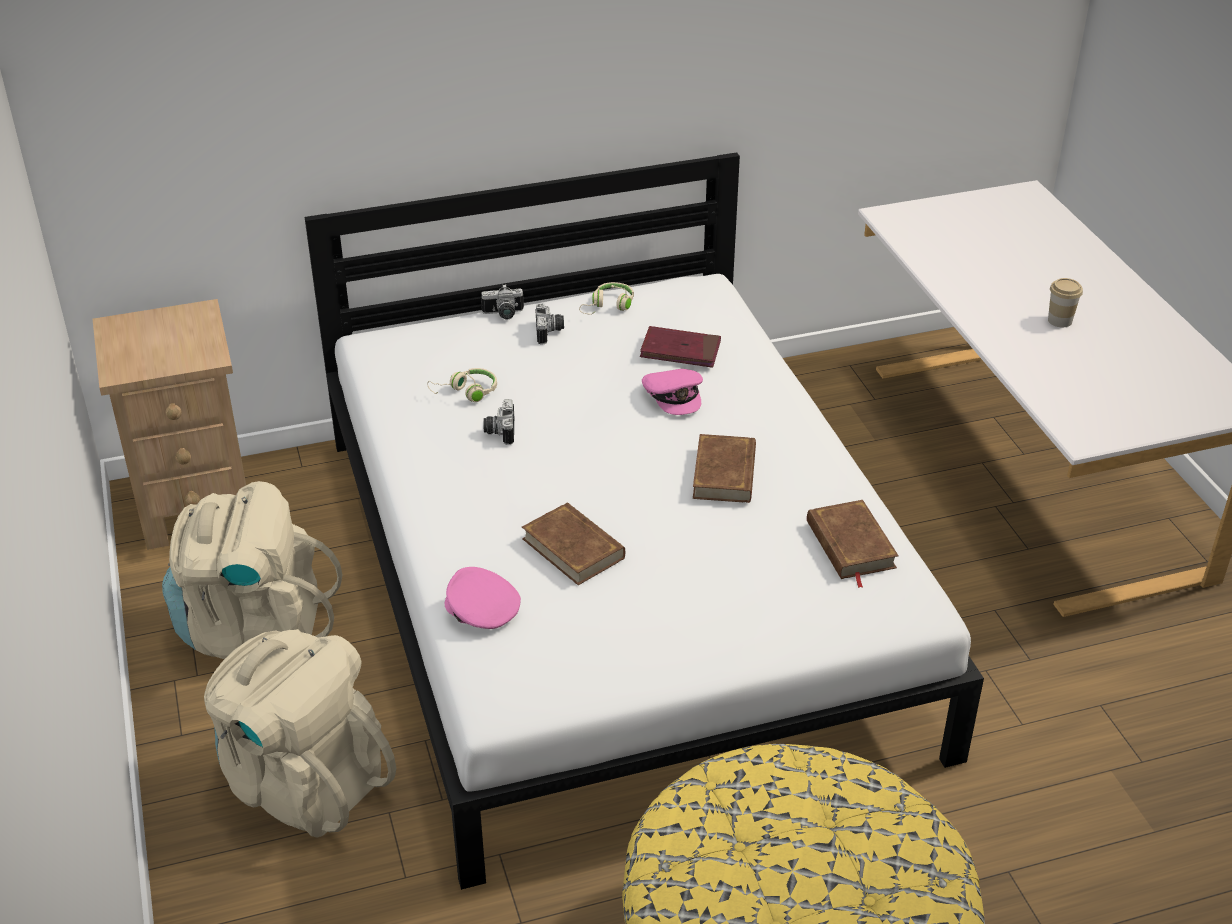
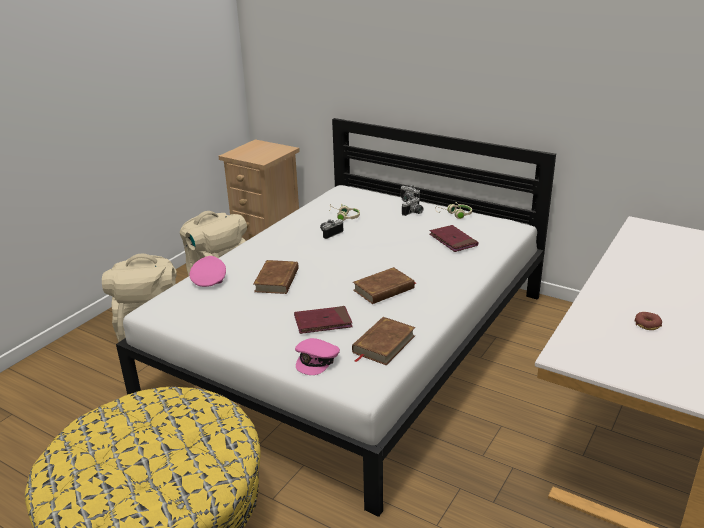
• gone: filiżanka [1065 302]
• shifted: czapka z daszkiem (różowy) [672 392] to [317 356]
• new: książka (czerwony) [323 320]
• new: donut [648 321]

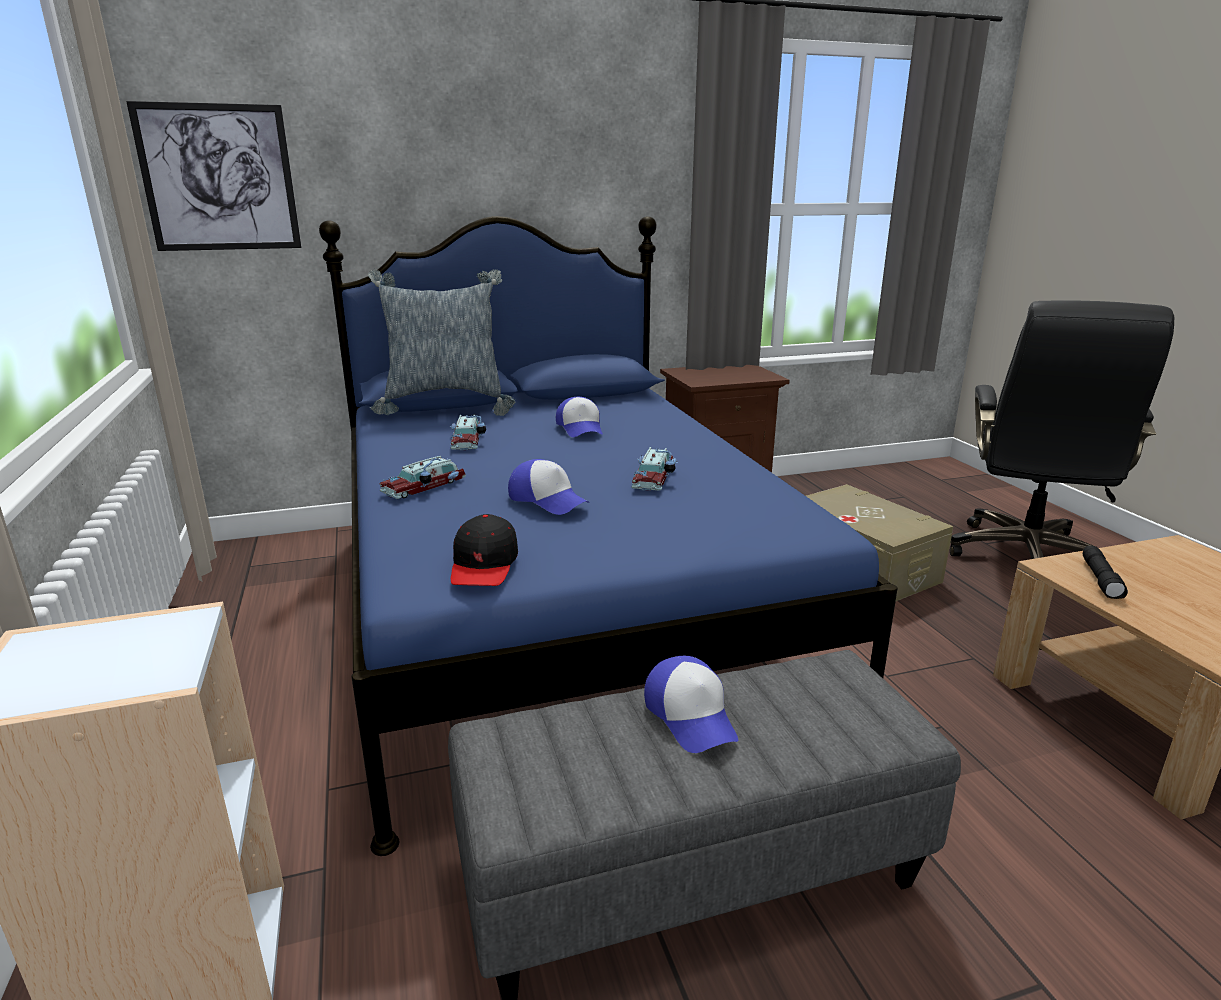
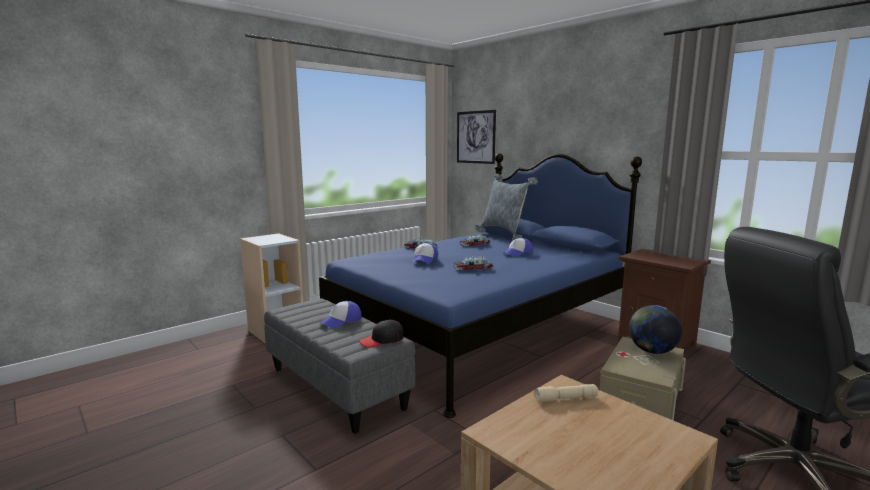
• shifted: czapka z daszkiem (czarny) [484 550] to [381 334]
• repainted: latarka (czarny) [1105 572] to latarka (beżowy) [566 393]
• new: globus [655 329]

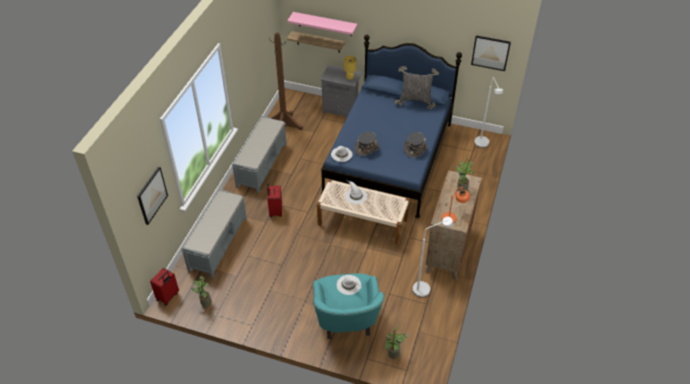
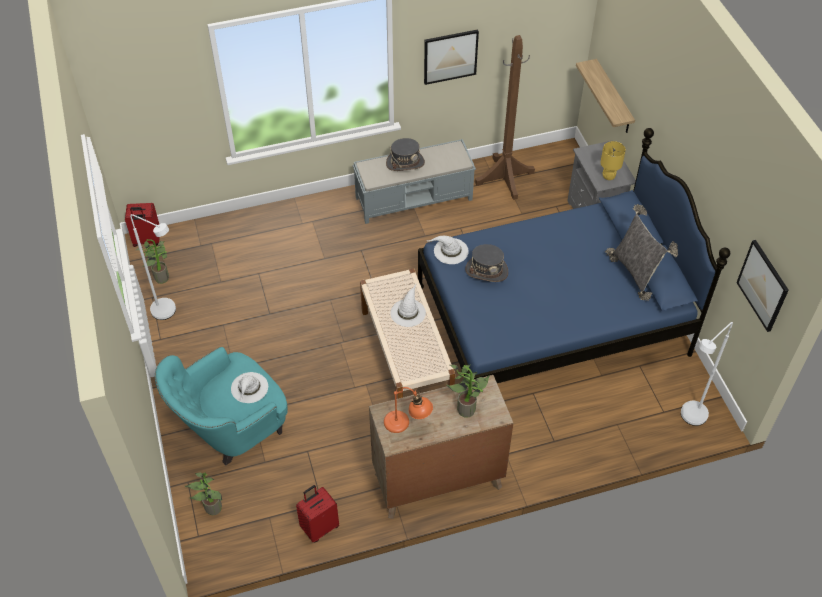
• gone: półka (różowy) [322 24]
• shifted: kapelusz (szary) [415 145] to [405 154]
• shifted: obraz [152 195] to [451 57]
• shifted: walizka (czerwony) [274 200] to [317 513]
• gone: ławka (szary) [214 233]
• shifted: lampa stojąca (biały) [433 257] to [153 267]

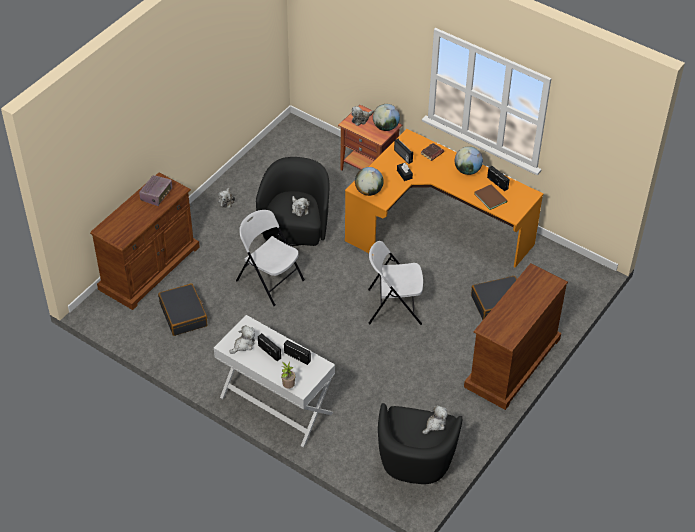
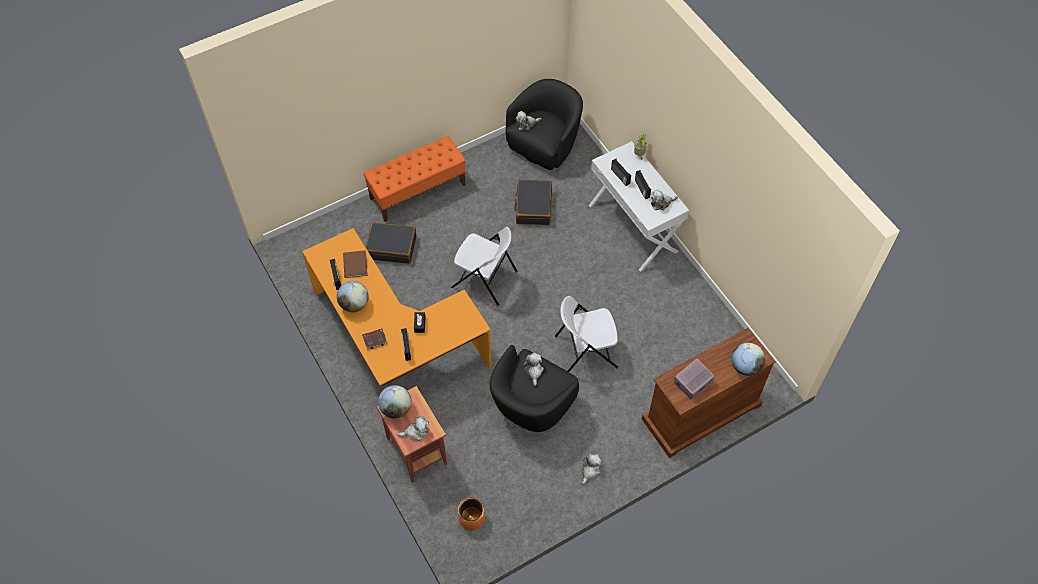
• shifted: globus [369 181] to [748 359]
• rotated: krzesło (biały) [270 258] = [586 334] 105 degrees clockwise
• swapped: komoda (brązowy) [516 336] to ławka (pomarańczowy) [414 179]
• shifted: walizka (czarny) [182 309] to [533 202]
• new: donica (pomarańczowy) [471 513]

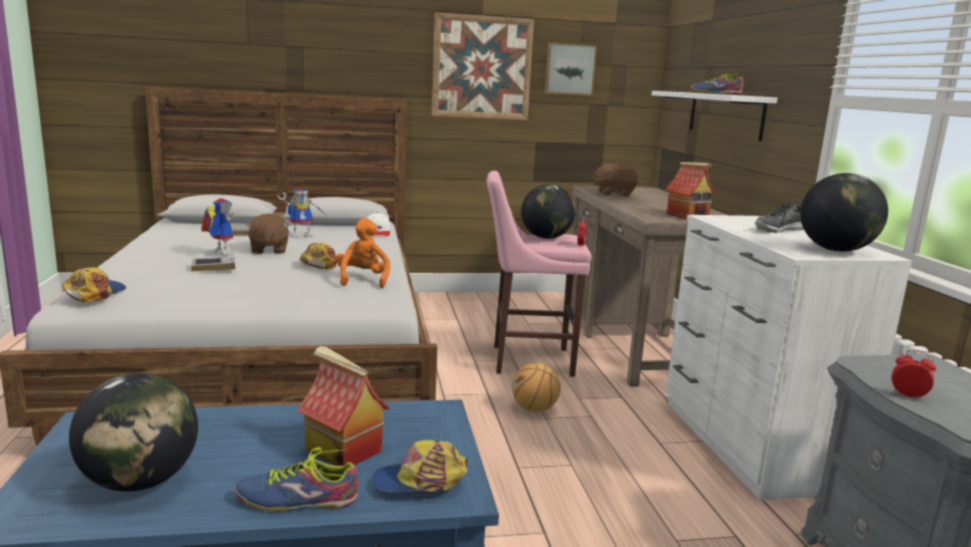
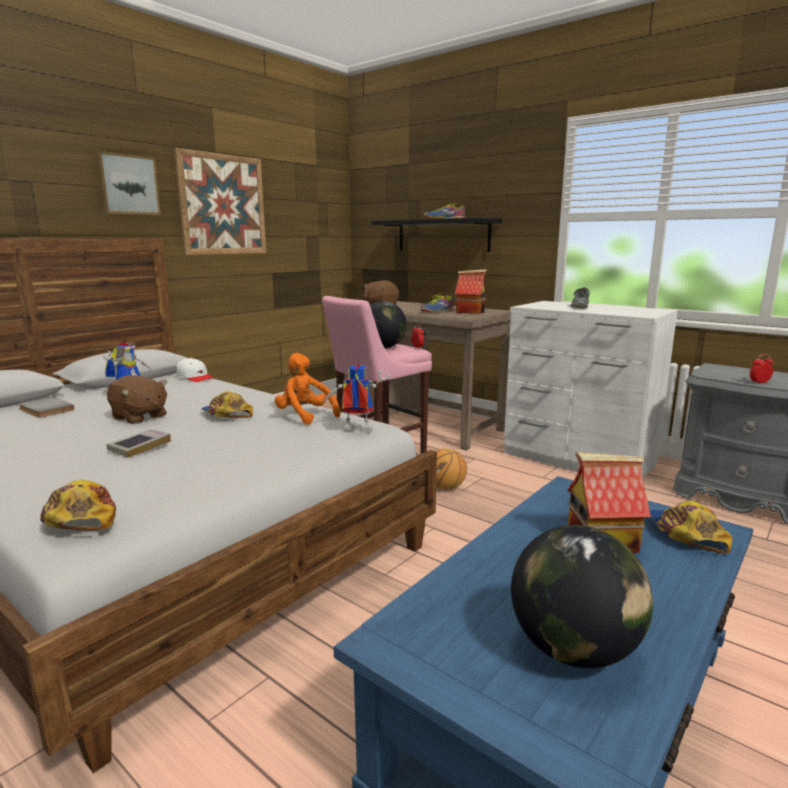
• shifted: obraz [571 68] to [128 183]
• repainted: półka (biały) [714 116] to półka (czarny) [437 235]
• gone: globus [844 212]
• shifted: robot zabawkowy [218 227] to [355 397]
• rotated: czapka z daszkiem [420 466] = [690 527] 135 degrees clockwise
• shifted: but [296 479] to [436 303]

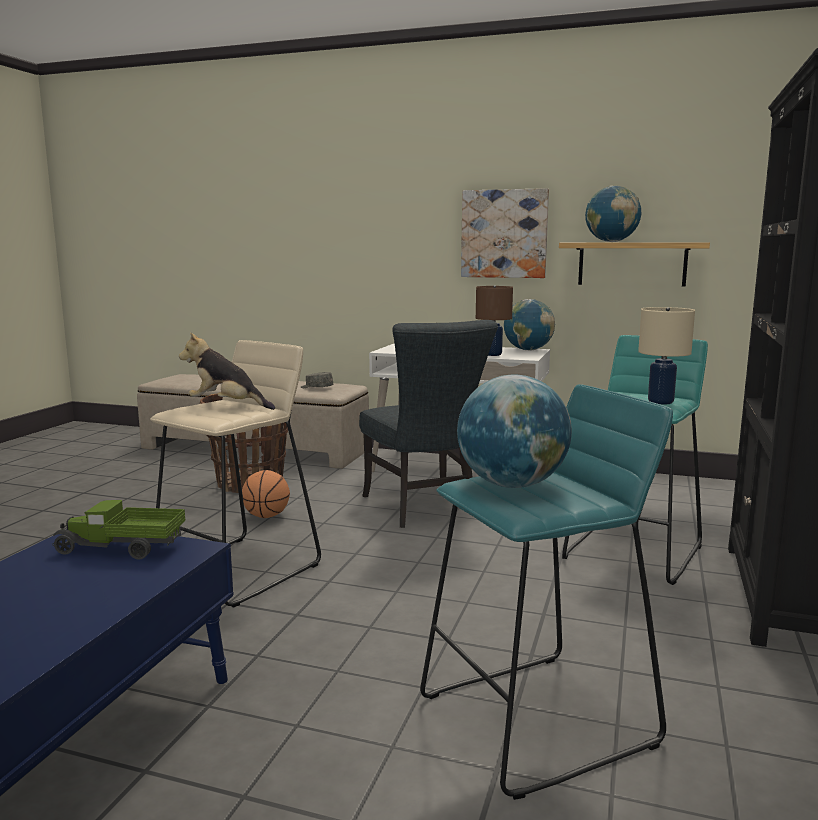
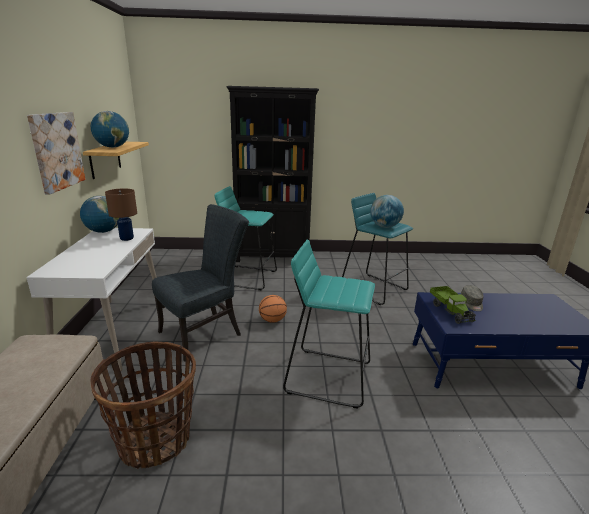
• gone: lampa stołowa (beżowy) [666 356]
• gone: pluszak [227 371]
• repainted: stołek (beżowy) [235 474] to stołek (turkusowy) [329 323]
• shifted: czapka z daszkiem (szary) [317 380] to [472 298]
• shifted: piłka do koszykówki [266 494] to [273 309]

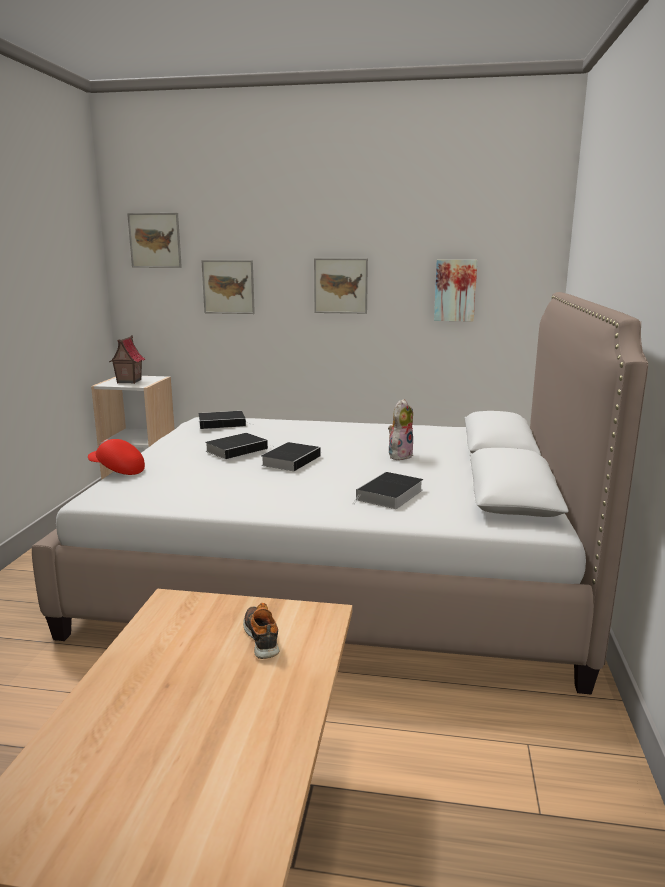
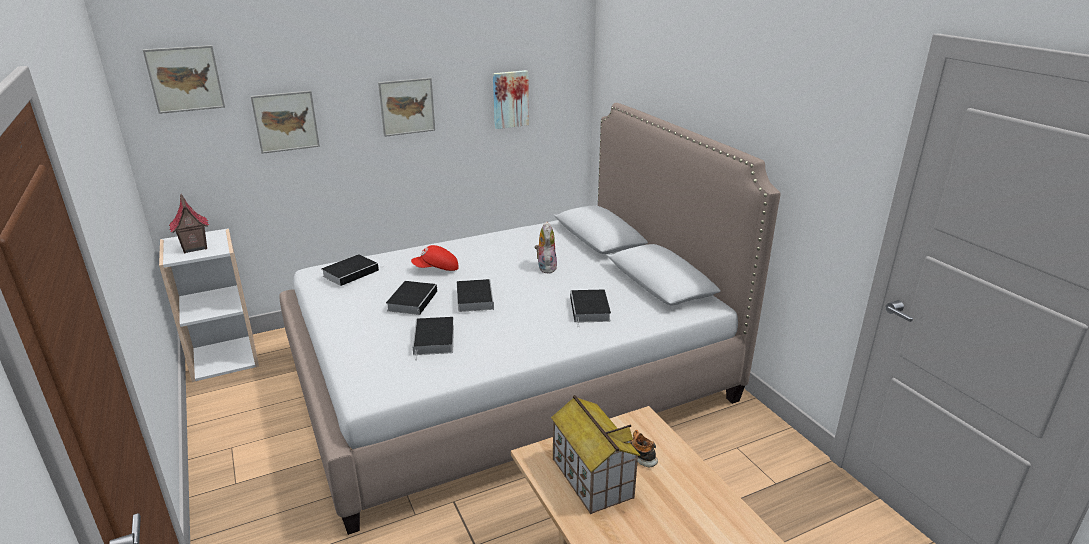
• shifted: czapka z daszkiem (czerwony) [116 457] to [435 258]
• new: książka [433 339]
• new: domek [595 454]

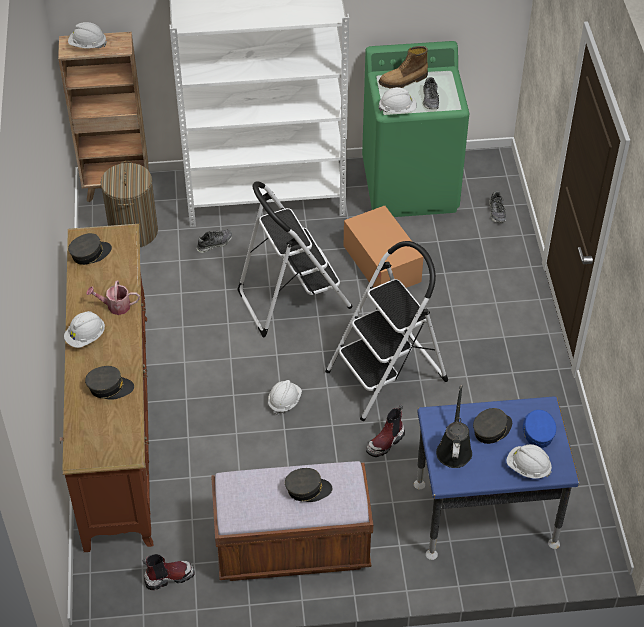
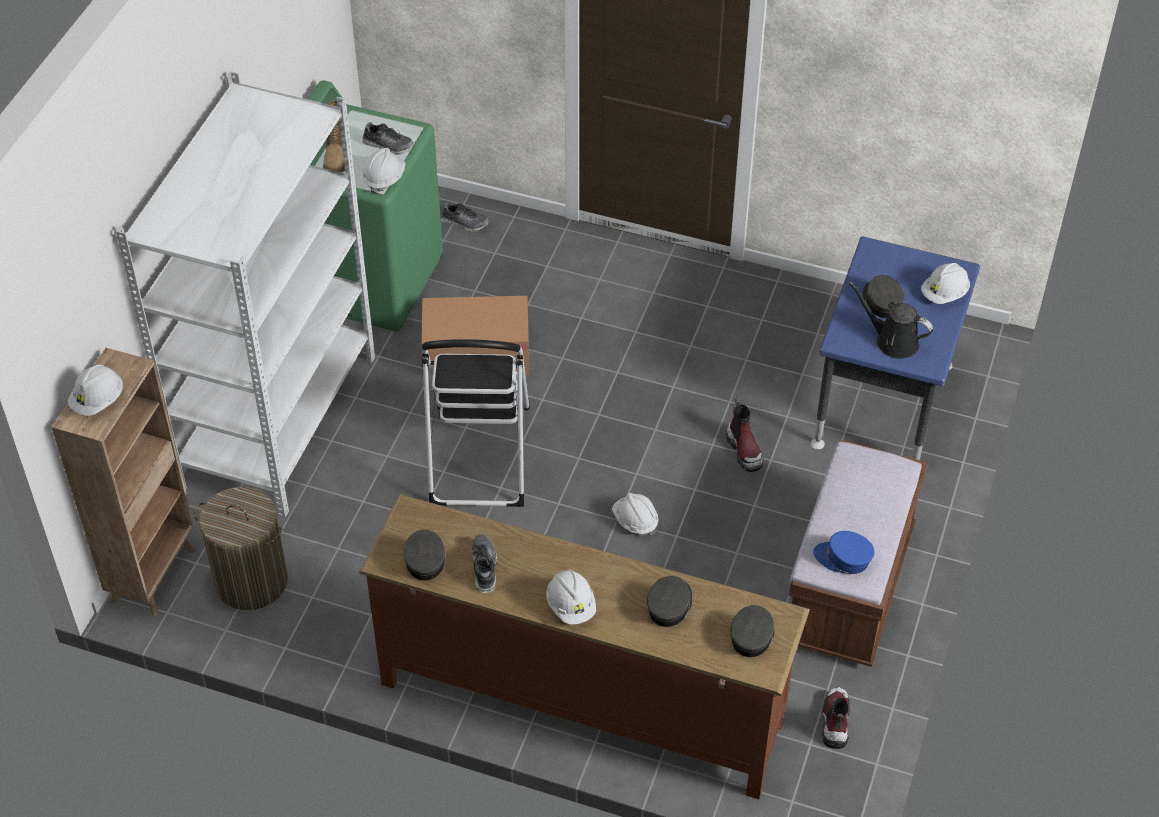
• shifted: but [214 241] to [485 563]
• gone: drabinka [386 331]
• gone: konewka [113 297]
• shifted: czapka z daszkiem (niebieski) [539 429] to [844 552]
• shifted: czapka z daszkiem (szary) [308 485] to [752 631]

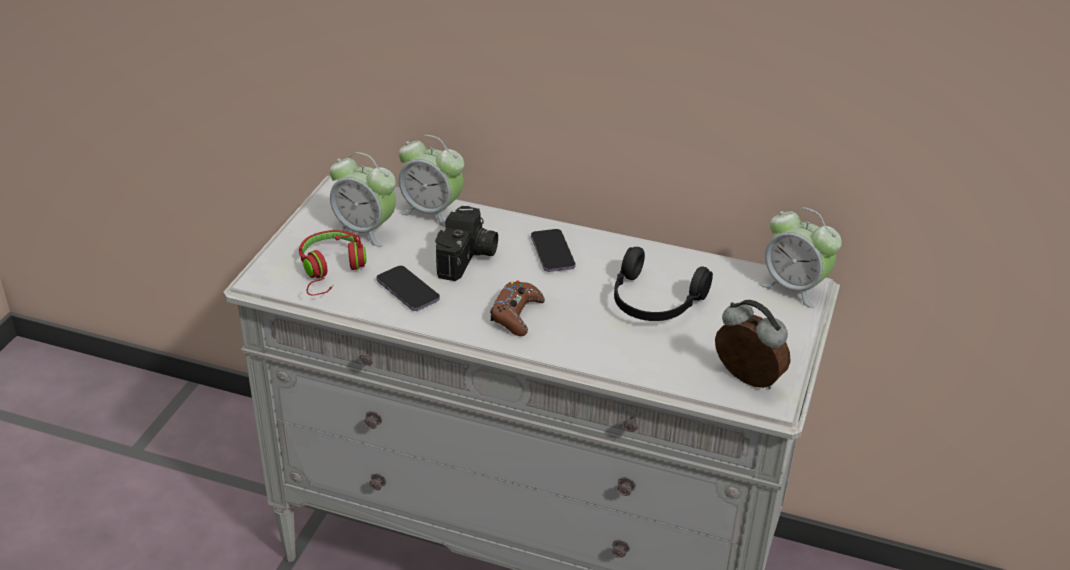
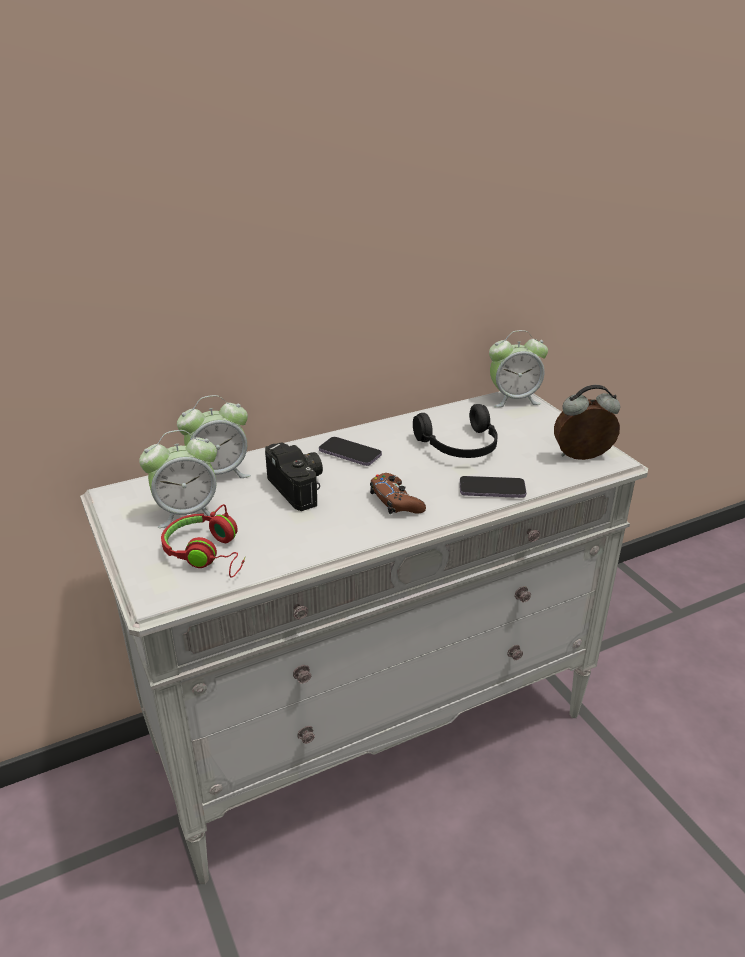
• shifted: telefon [408 288] to [493 487]

